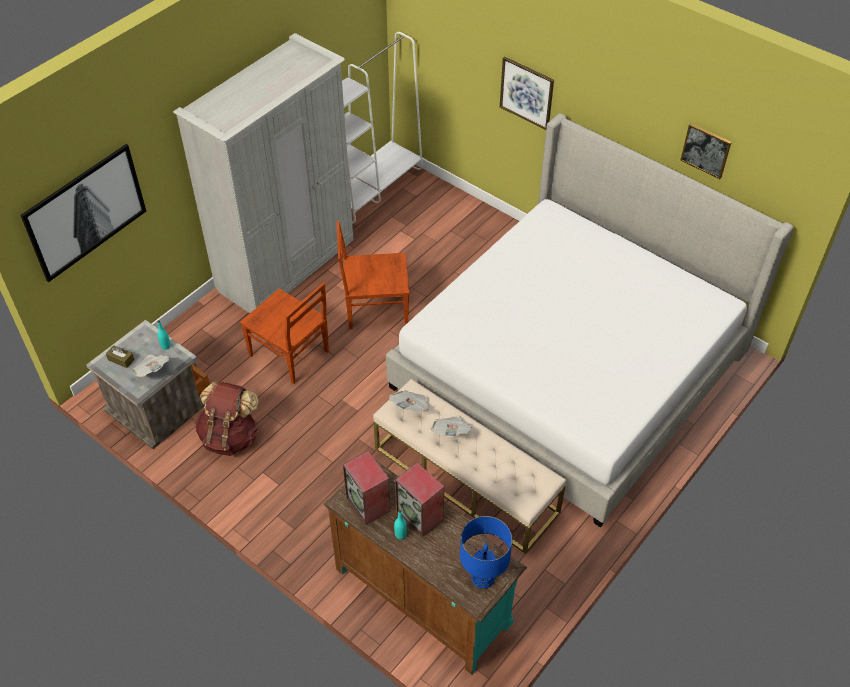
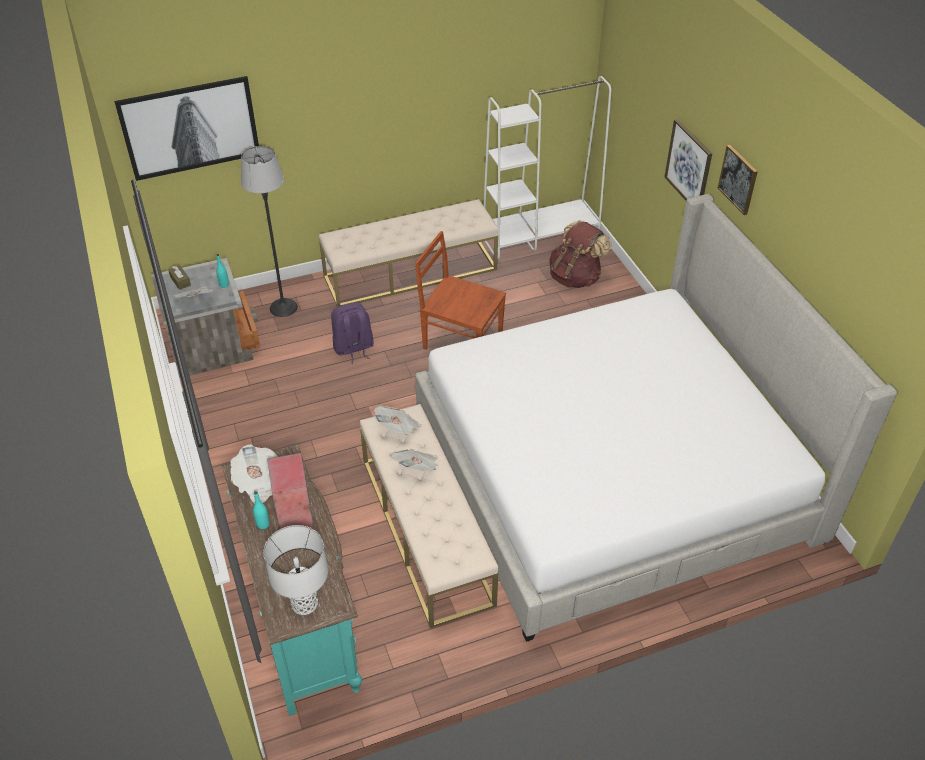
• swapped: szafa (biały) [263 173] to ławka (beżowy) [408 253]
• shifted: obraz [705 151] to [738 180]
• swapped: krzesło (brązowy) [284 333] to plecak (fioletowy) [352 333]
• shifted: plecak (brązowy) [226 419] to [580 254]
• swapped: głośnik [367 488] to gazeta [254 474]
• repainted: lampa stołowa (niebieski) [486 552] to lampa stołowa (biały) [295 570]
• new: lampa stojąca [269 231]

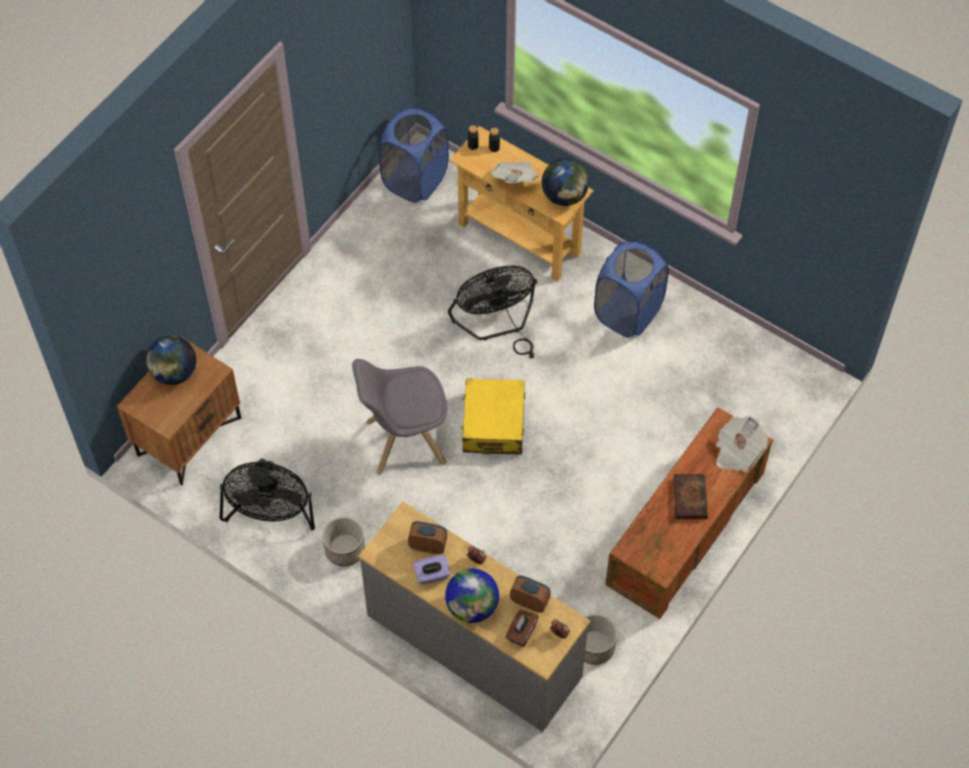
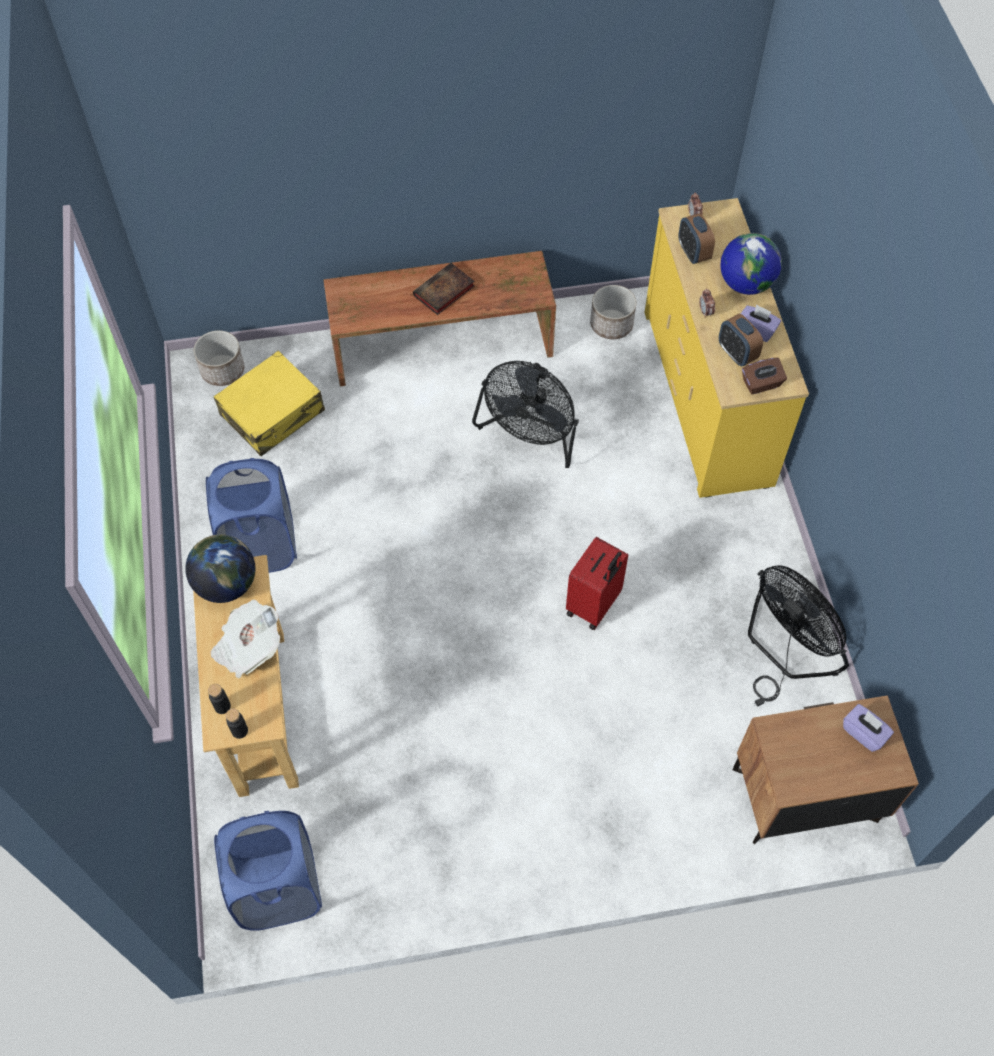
• shifted: wentylator (czarny) [492 312] to [525 414]
• gone: globus [171 360]
• swapped: krzesło (szary) [399 417] to walizka (czerwony) [597 583]
• shifted: walizka (żółty) [493 417] to [269 403]
• gone: gazeta [742 444]
• repainted: komoda (szary) [474 616] to komoda (żółty) [726 348]
• shifted: donica [343 541] to [219 358]
• shifted: pudełko chusteczek (brązowy) [522 628] to [764 376]
• new: pudełko chusteczek (fioletowy) [868 728]

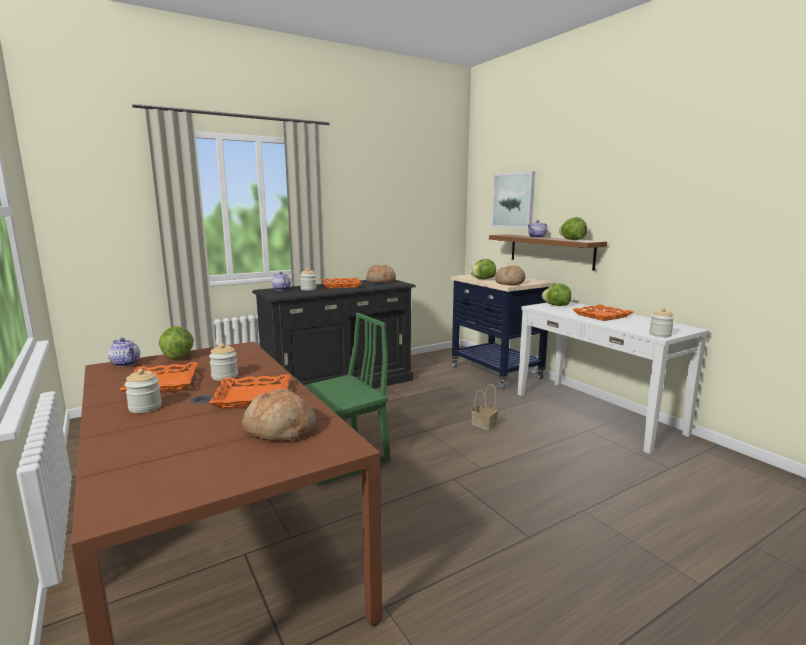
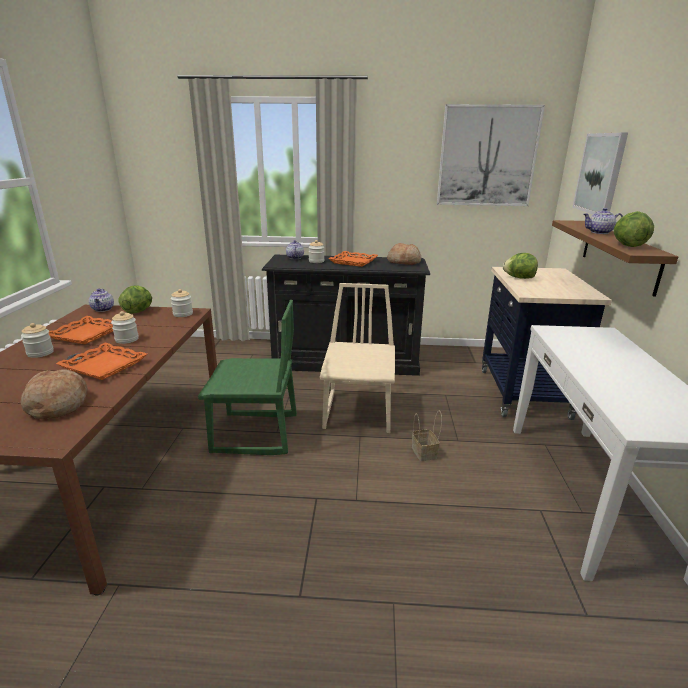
• gone: chleb [510 275]
• gone: sałata [556 295]
• gone: taca (pomarańczowy) [602 312]
• shifted: słoik [661 322] to [182 303]
• new: obraz [491 155]
• new: krzesło (beżowy) [357 358]

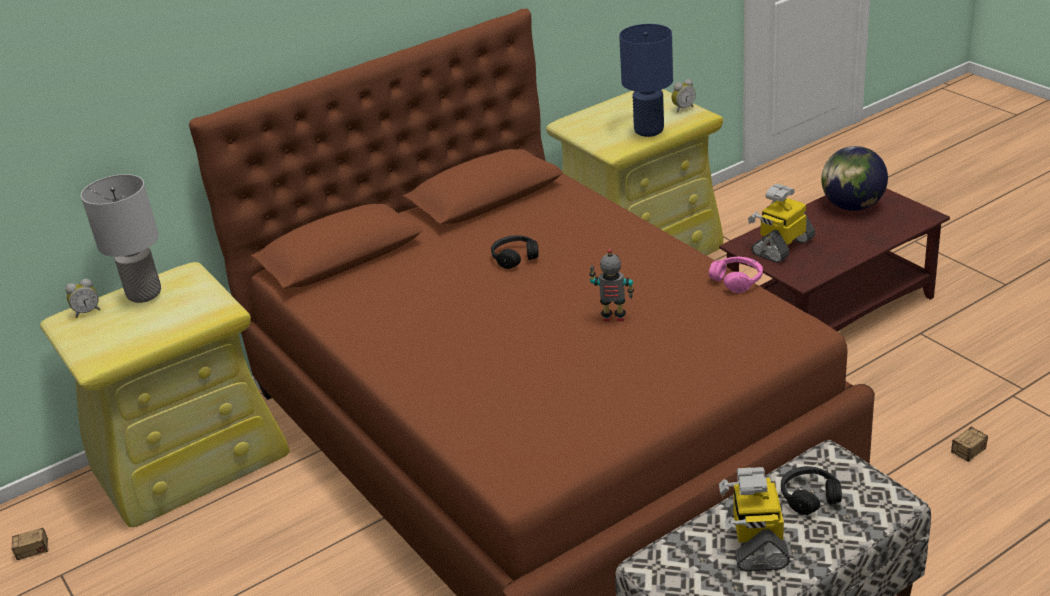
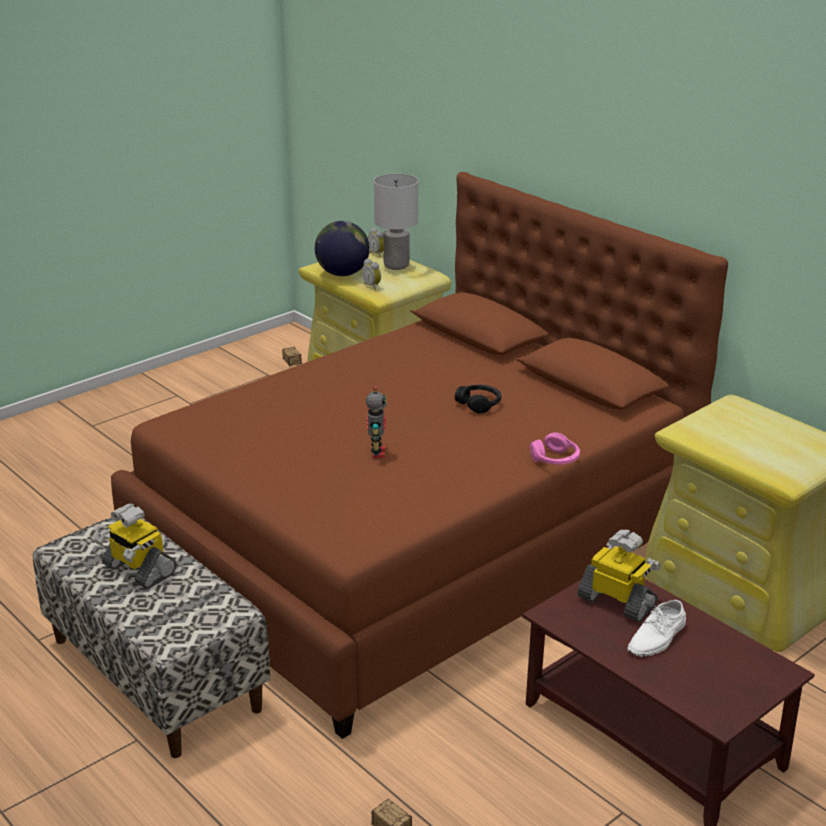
• gone: lampa stołowa (niebieski) [646 80]
• shifted: budzik [683 96] to [371 274]
• shifted: globus [854 178] to [342 248]
• shifted: słuchawki (różowy) [736 275] to [555 448]
• gone: słuchawki (czarny) [811 490]
• rotated: robot zabawkowy [754 519] = [135 546] 135 degrees counterclockwise
• new: but (biały) [656 628]

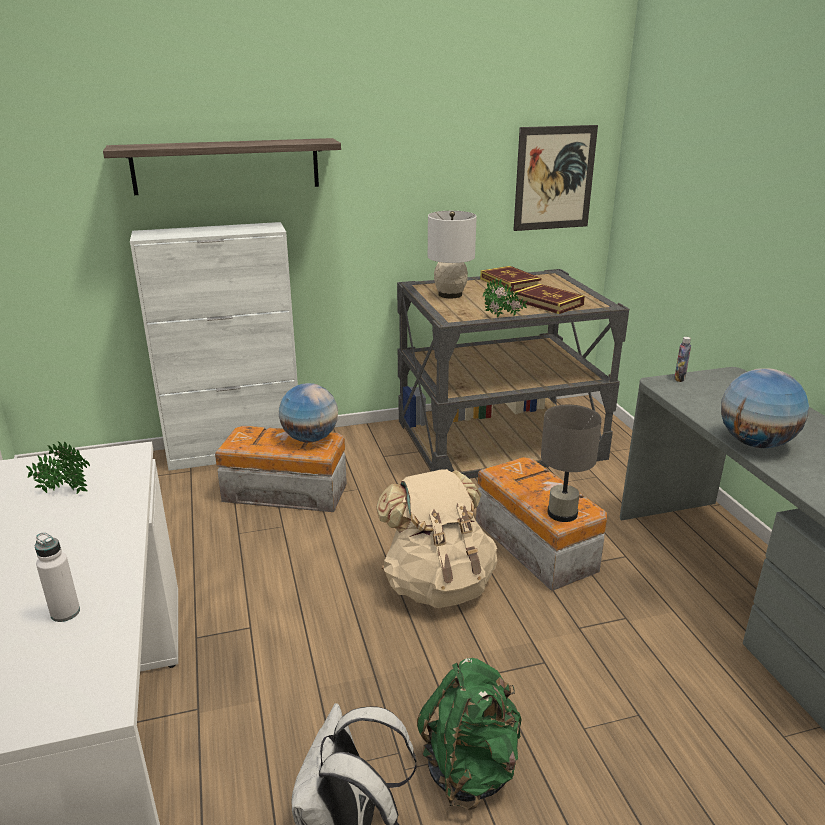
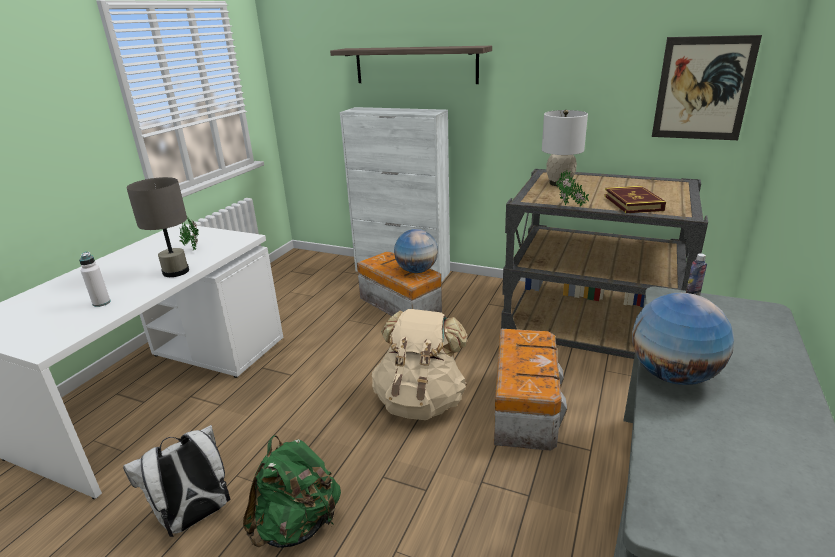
• gone: książka [511 279]
• shifted: lampa stołowa (szary) [571 463] to [158 227]

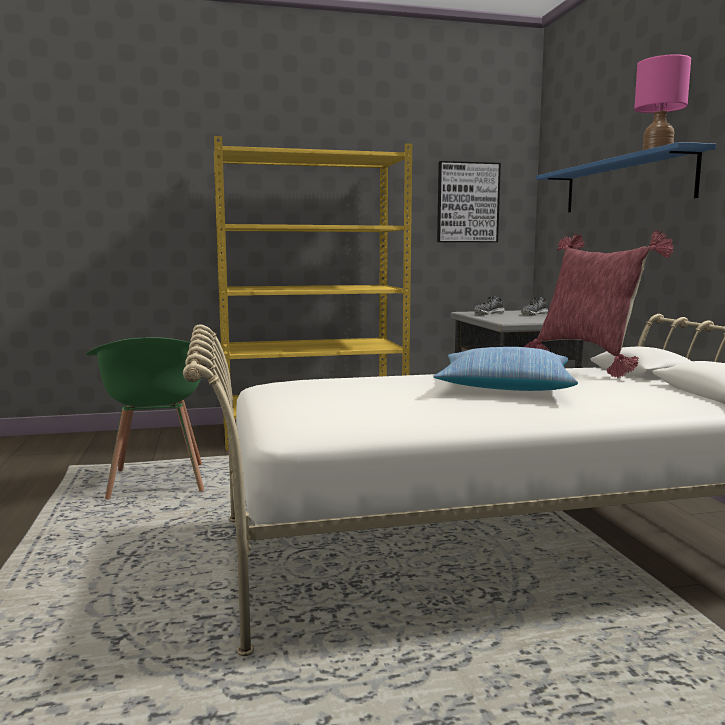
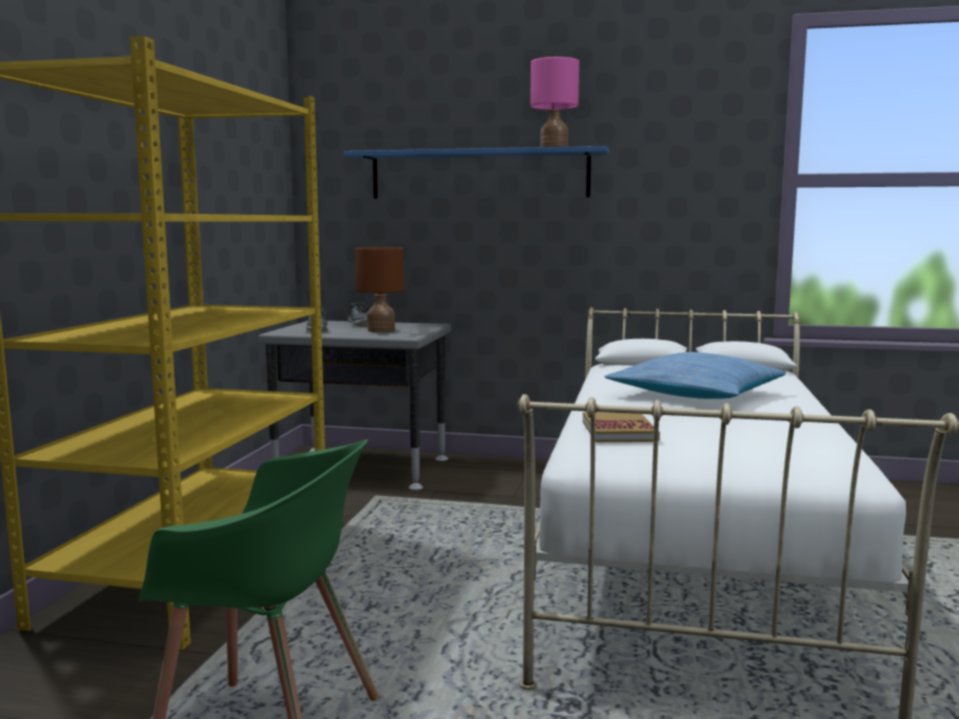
• gone: obraz [469 201]
• gone: poduszka (czerwony) [599 304]
• new: lampa stołowa (brązowy) [379 289]
• new: książka [621 427]

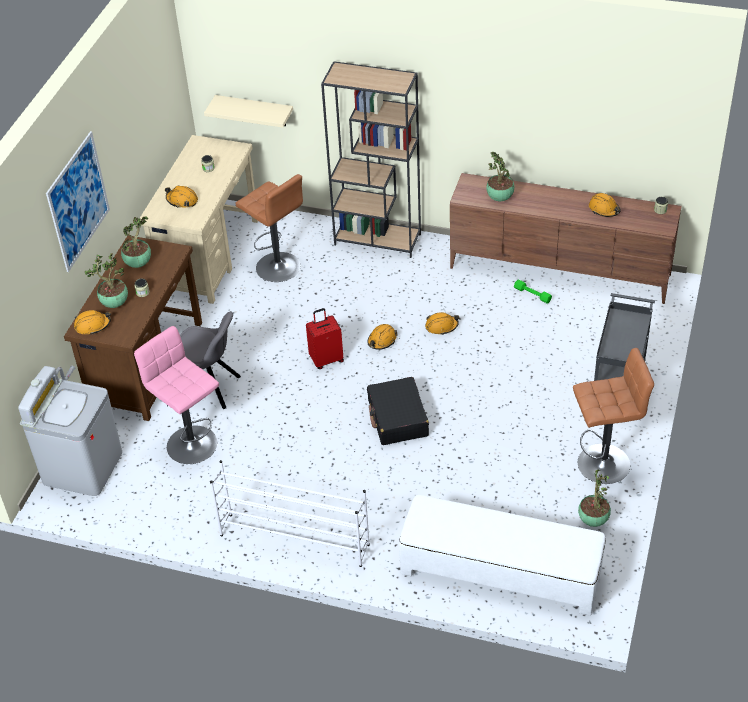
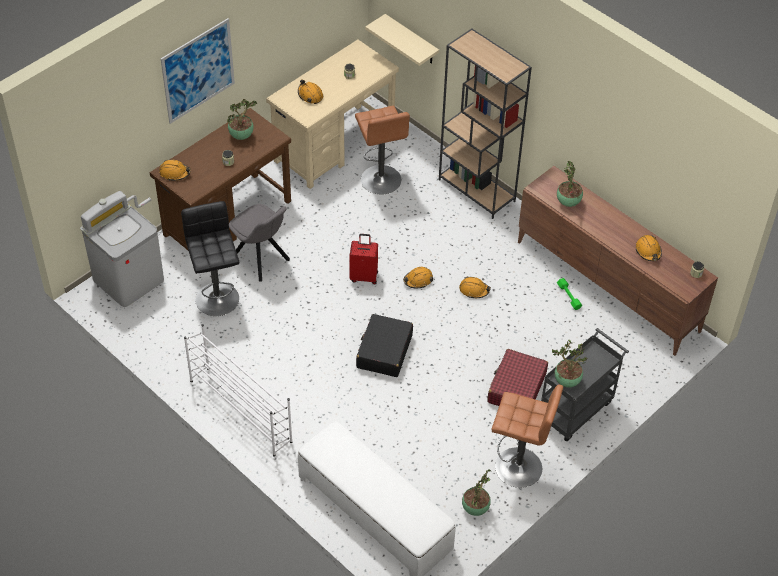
• shifted: roślina doniczkowa [106 280] to [570 364]
• repainted: stołek (różowy) [176 395] to stołek (czarny) [210 258]
• new: walizka (czerwony) [517 377]

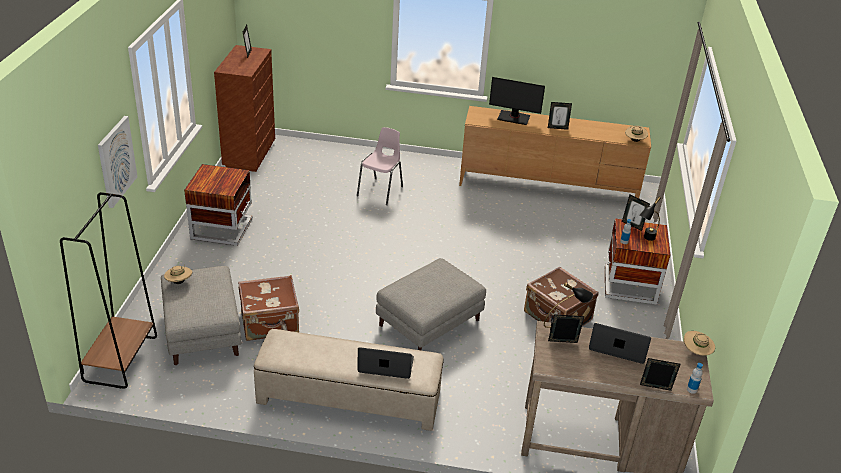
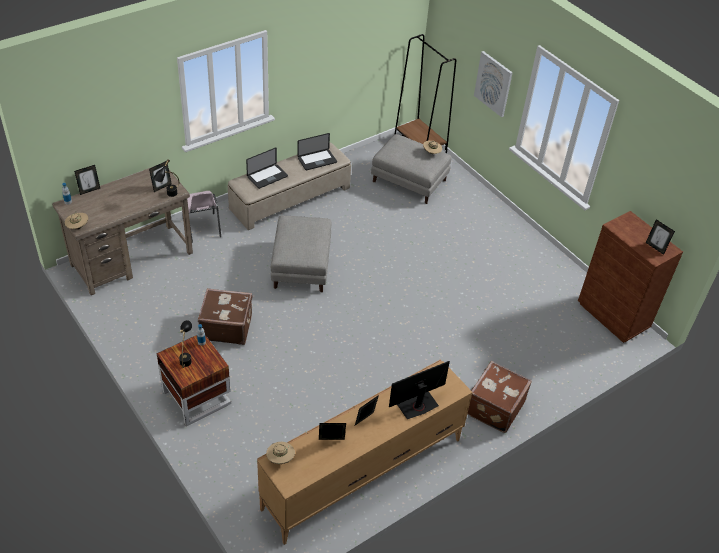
• shifted: krzesło (różowy) [380 166] to [201 217]
• gone: szafka nocna [218 205]
• shifted: ramka na zdjęcie [636 213] to [332 431]
• shifted: walizka (brązowy) [268 308] to [499 397]
• shifted: laptop [620 343] to [317 151]

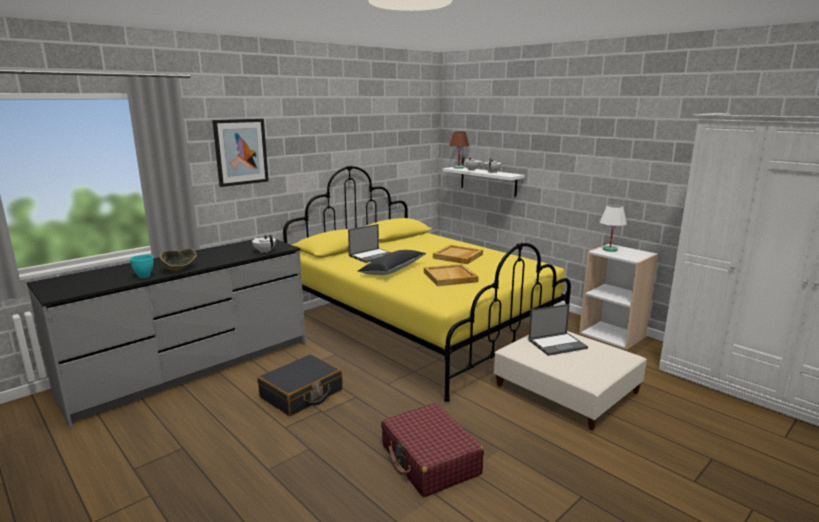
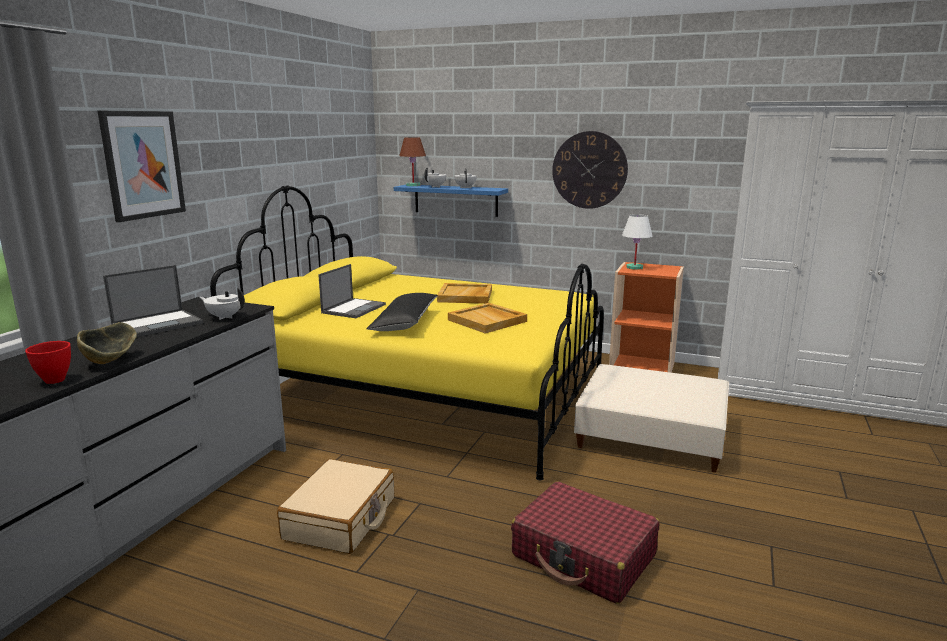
• repainted: półka (biały) [484 182] to półka (niebieski) [451 201]
• repainted: regał (biały) [618 297] to regał (pomarańczowy) [646 317]
• repainted: miska (turkusowy) [141 266] to miska (czerwony) [48 362]
• shifted: laptop [558 330] to [153 301]
• repainted: walizka (czarny) [300 385] to walizka (beżowy) [335 506]
• new: zegar ścienny [590 170]

